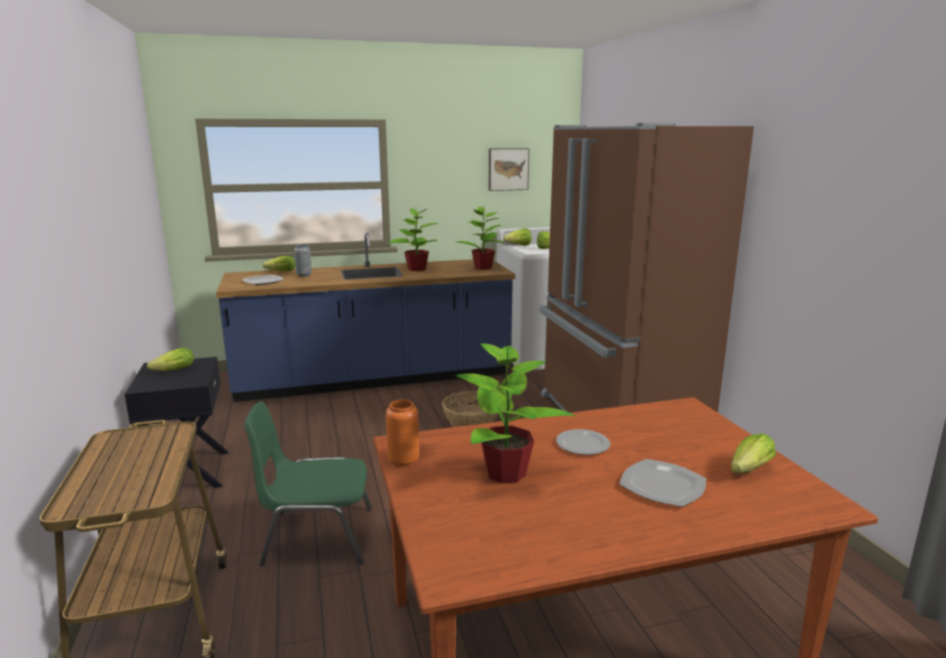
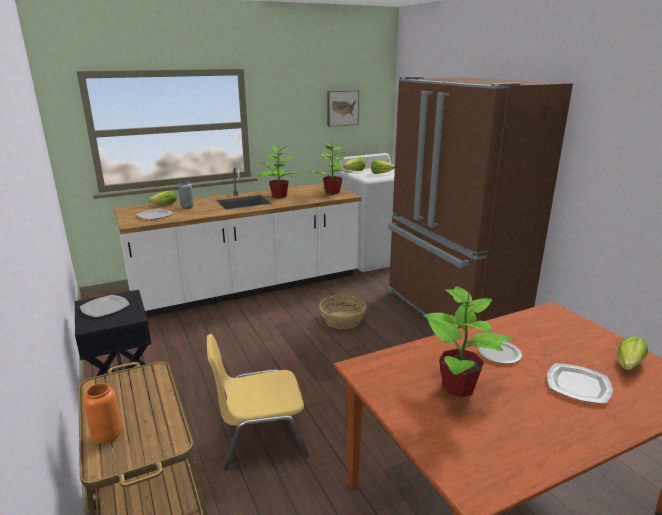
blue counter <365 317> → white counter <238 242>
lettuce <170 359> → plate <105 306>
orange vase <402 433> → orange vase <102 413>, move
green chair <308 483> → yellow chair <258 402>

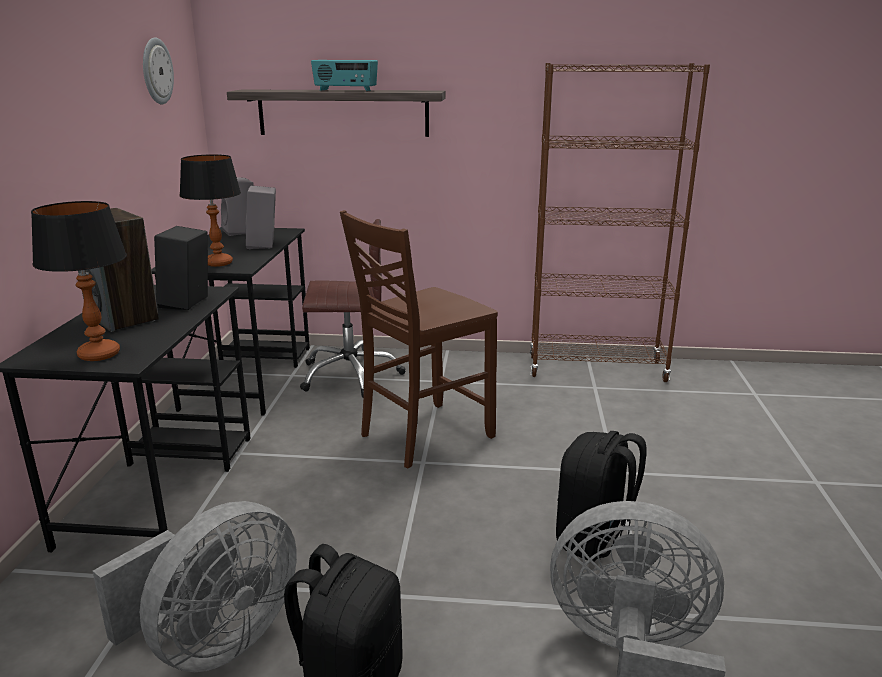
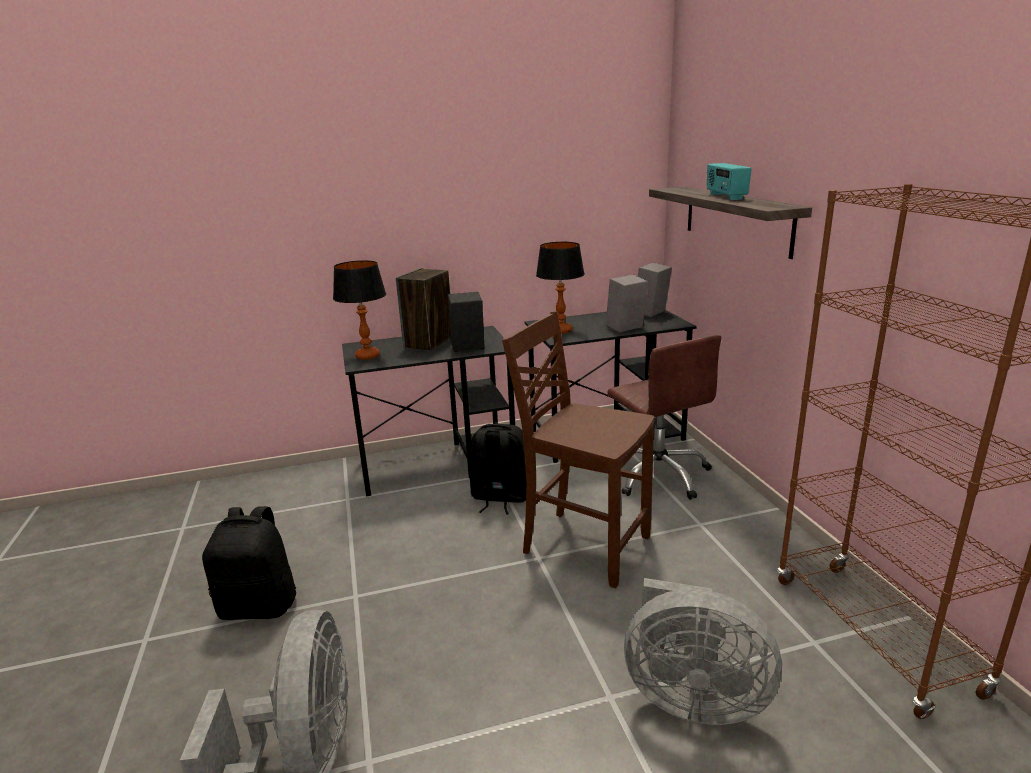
wall clock <158 70> → -
black backpack <601 496> → black backpack <498 469>, move
grey fan <194 586> → grey fan <703 651>, move

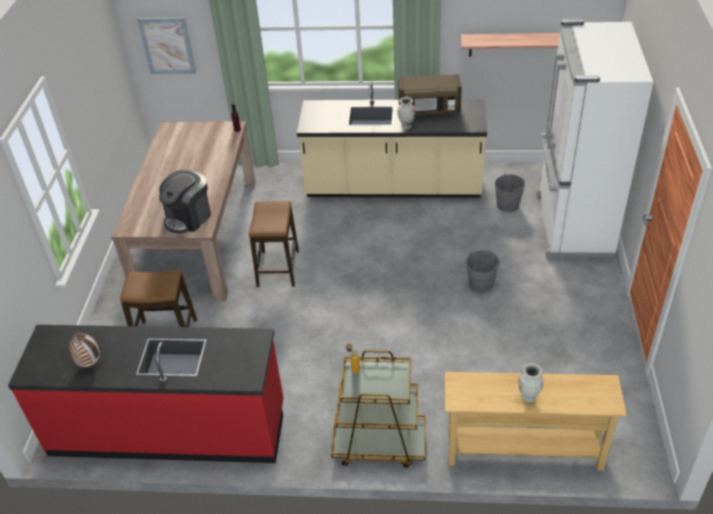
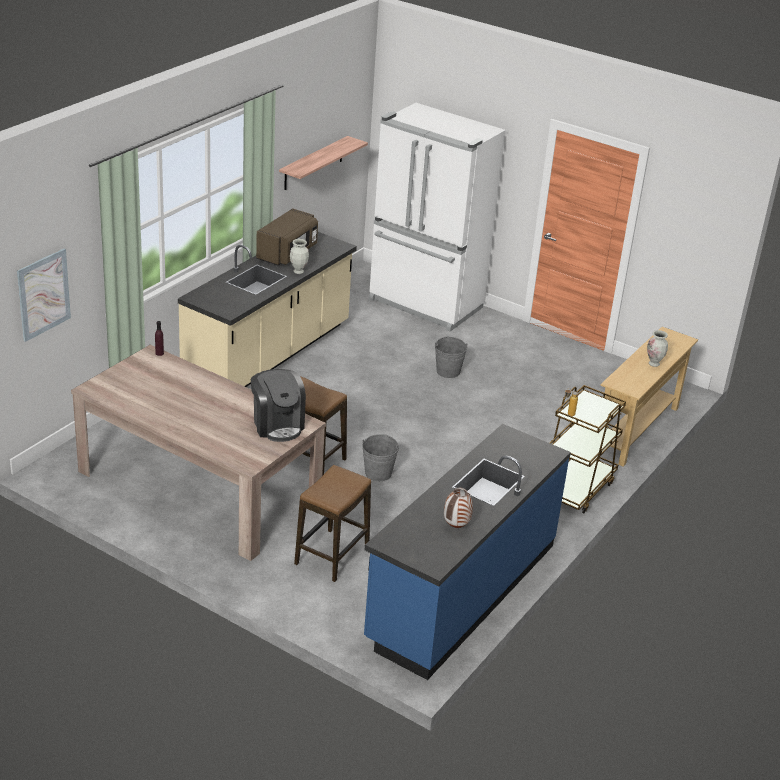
grey bucket <510 193> → grey bucket <380 457>, move
red counter <146 394> → blue counter <467 552>

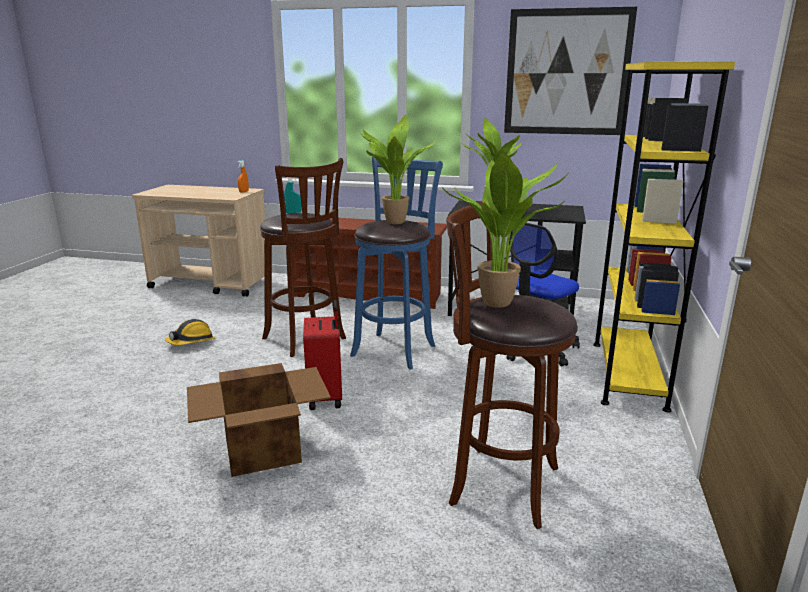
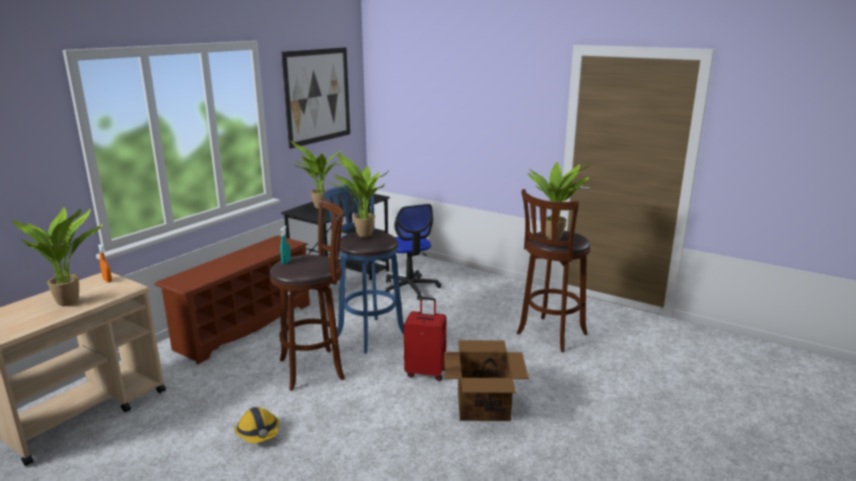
yellow bookcase <664 237> → -
- → potted plant <57 256>

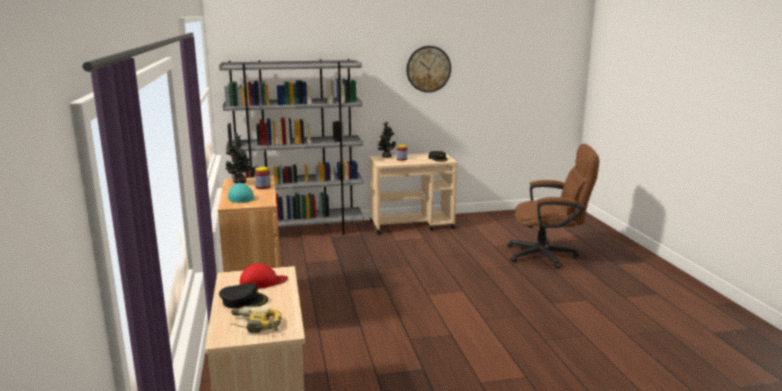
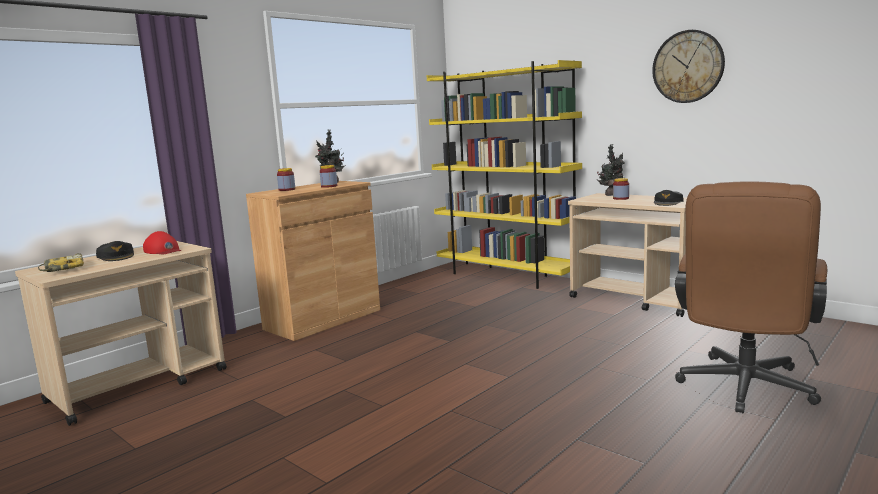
grey bookcase <291 147> → yellow bookcase <504 174>
brown office chair <553 206> → brown office chair <751 297>, 60 degrees clockwise
turquoise cap <241 193> → jar <286 179>

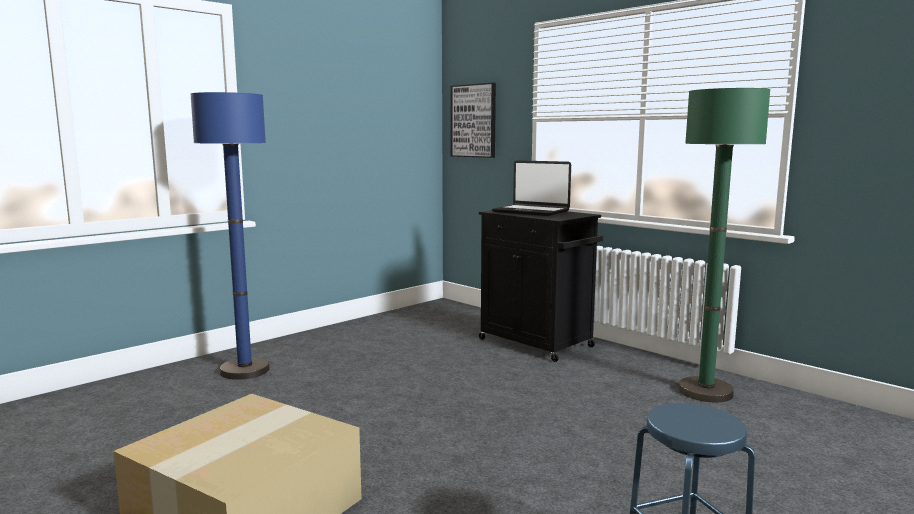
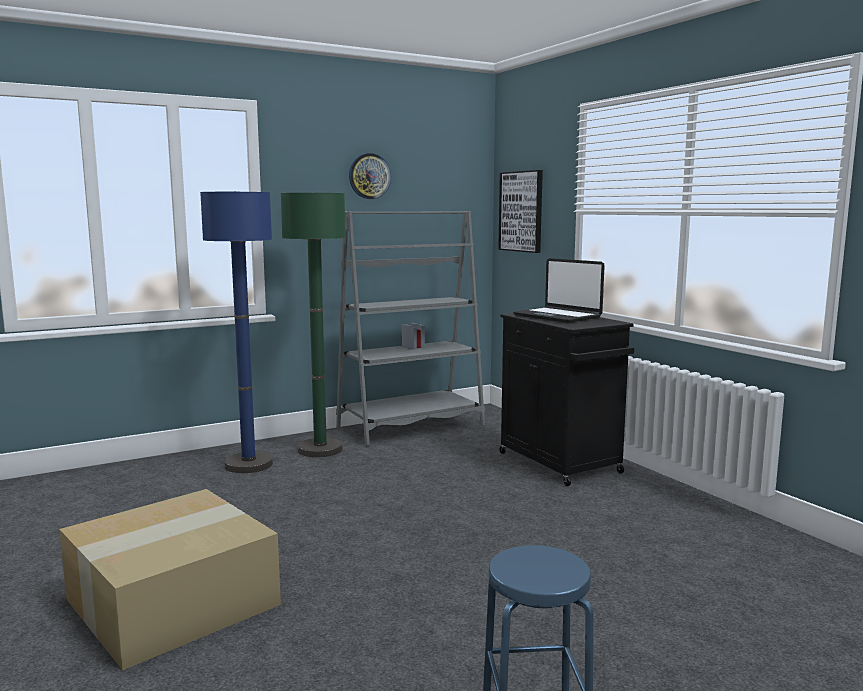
green floor lamp <724 245> → green floor lamp <313 324>, move
- → wall clock <370 176>
- → grey bookcase <410 328>

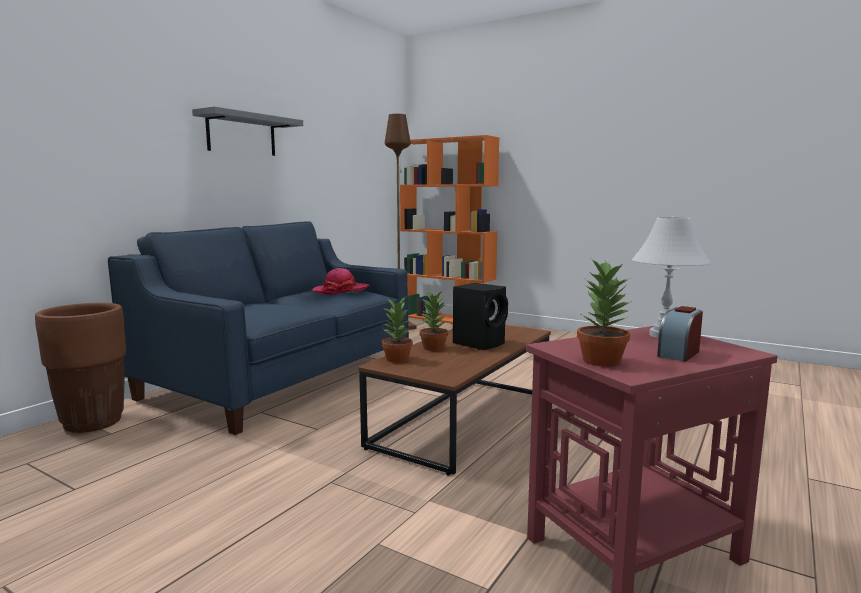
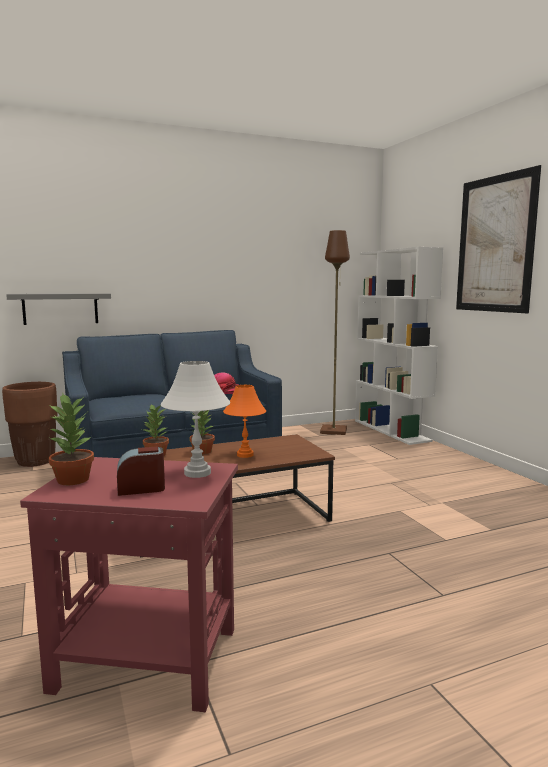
grey shelf <247 131> → grey shelf <58 309>, move
orange bookcase <449 229> → white bookcase <399 346>
black speaker <480 316> → orange table lamp <244 421>
- → picture <498 239>

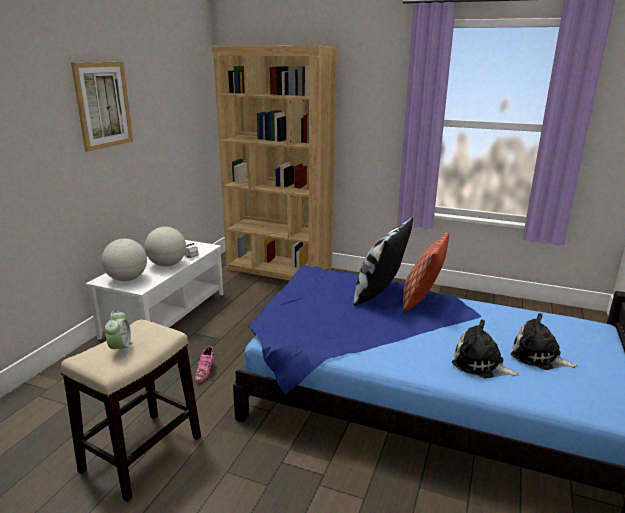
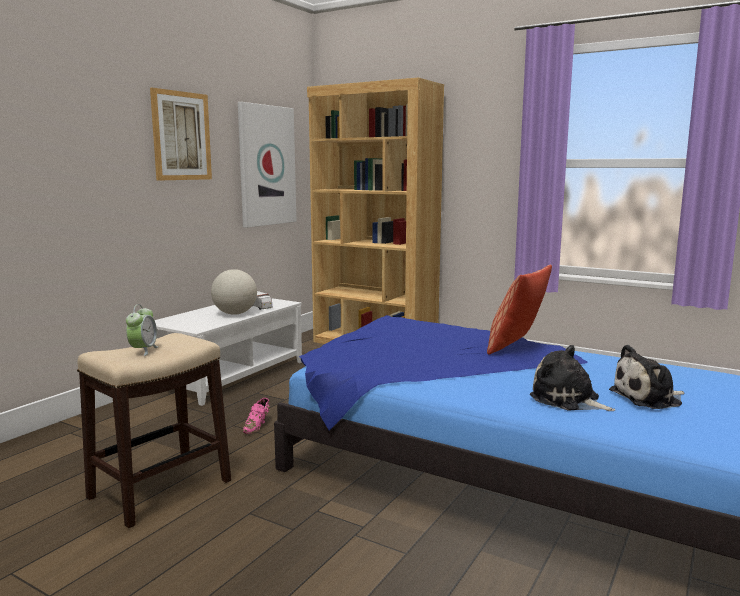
pillow <383 261> → -
globe <124 260> → -
plush toy <545 341> → plush toy <647 377>, 60 degrees counterclockwise
- → picture <267 165>

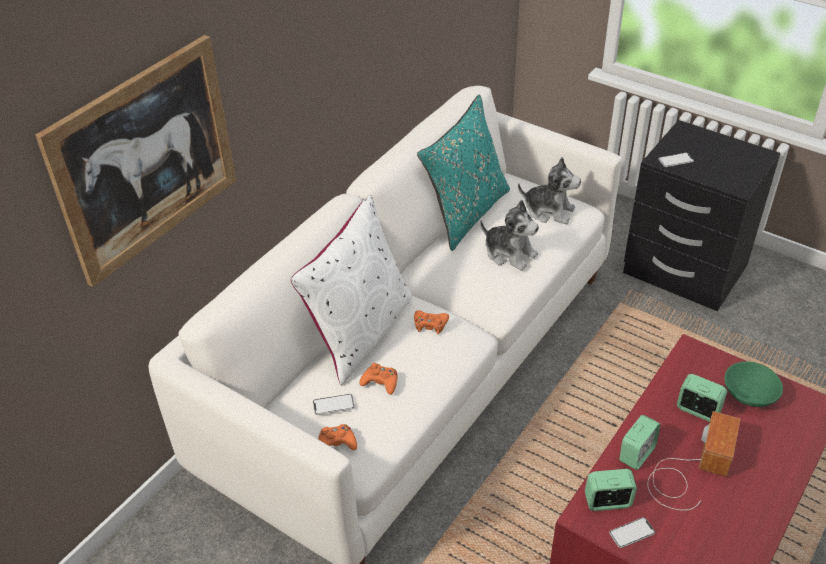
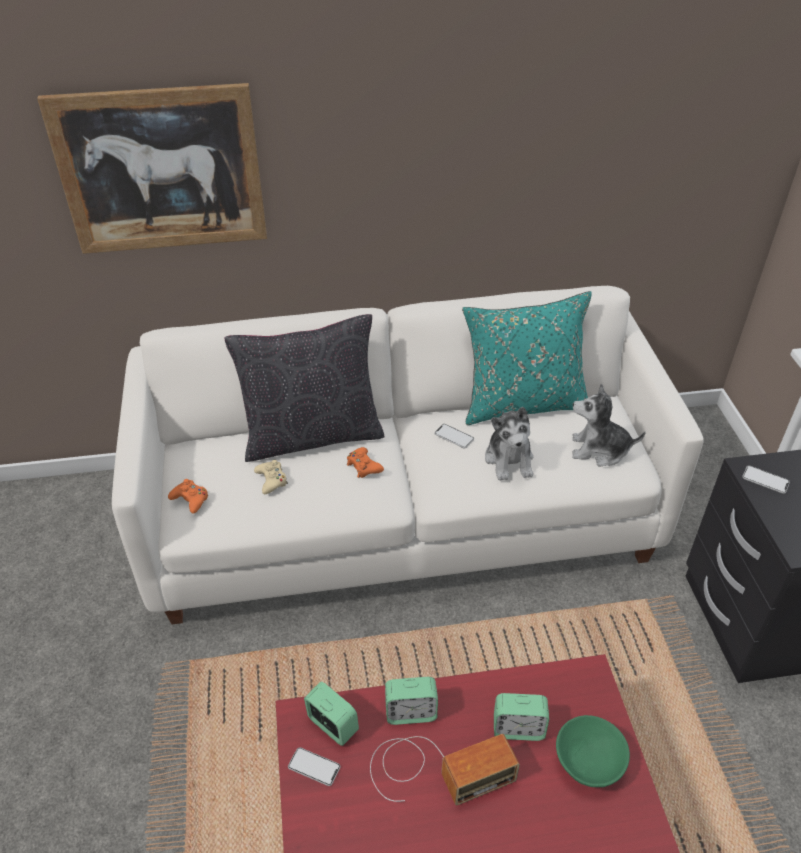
plush toy <549 190> → plush toy <609 425>, 120 degrees clockwise
white pillow <351 290> → black pillow <304 388>
orange game controller <378 379> → beige game controller <271 477>
alarm clock <702 398> → alarm clock <521 717>, 105 degrees clockwise
phone <334 404> → phone <454 436>, move

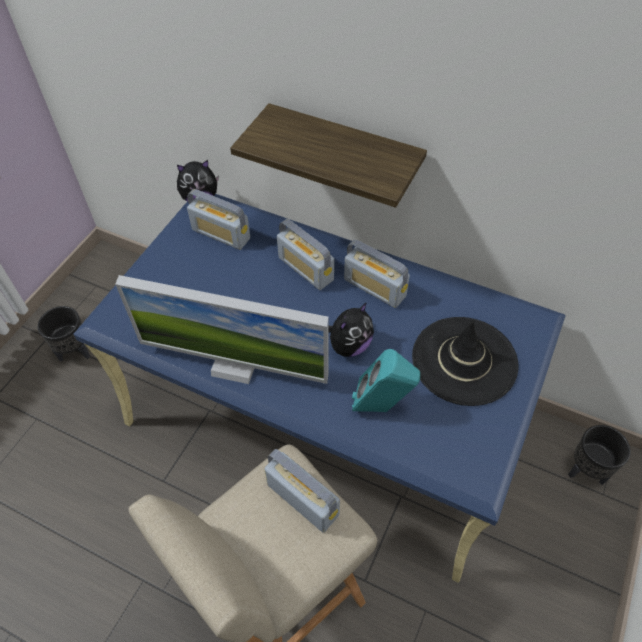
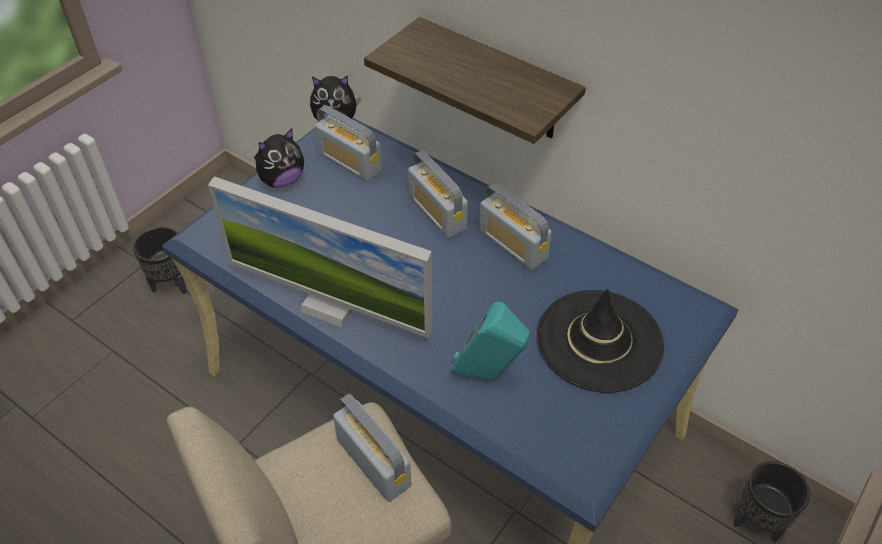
plush toy <351 329> → plush toy <279 158>, move

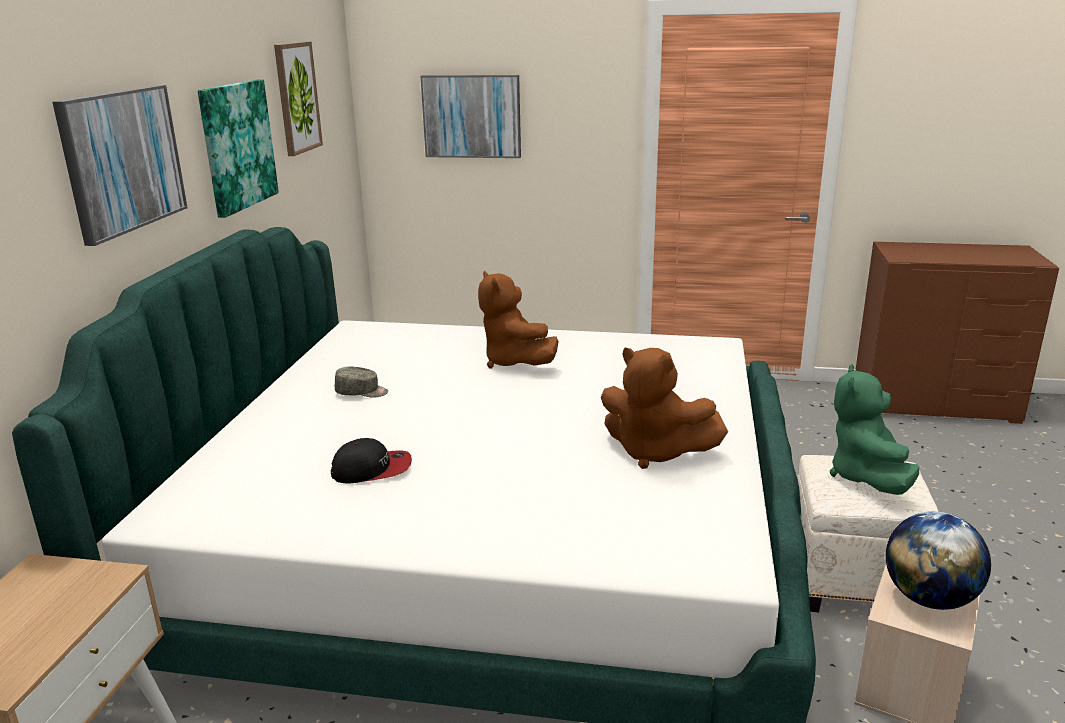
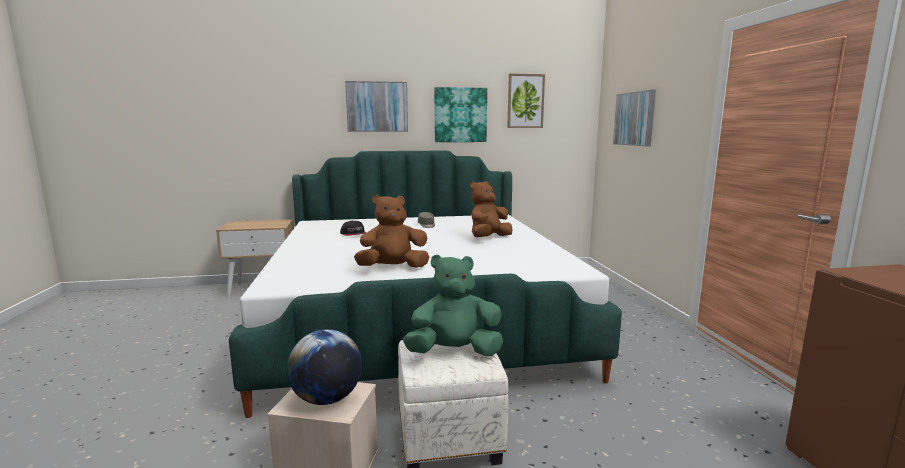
brown plush toy <664 408> → brown plush toy <392 231>, 60 degrees clockwise

